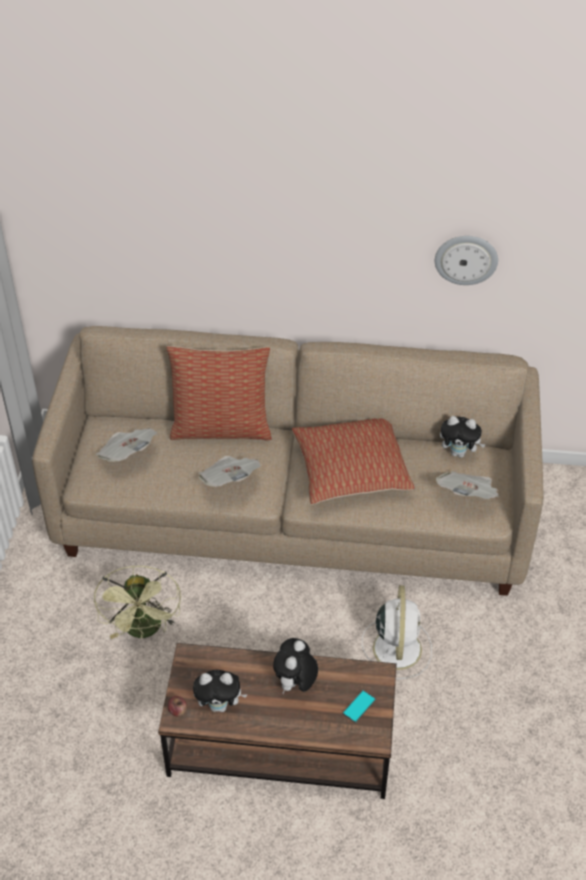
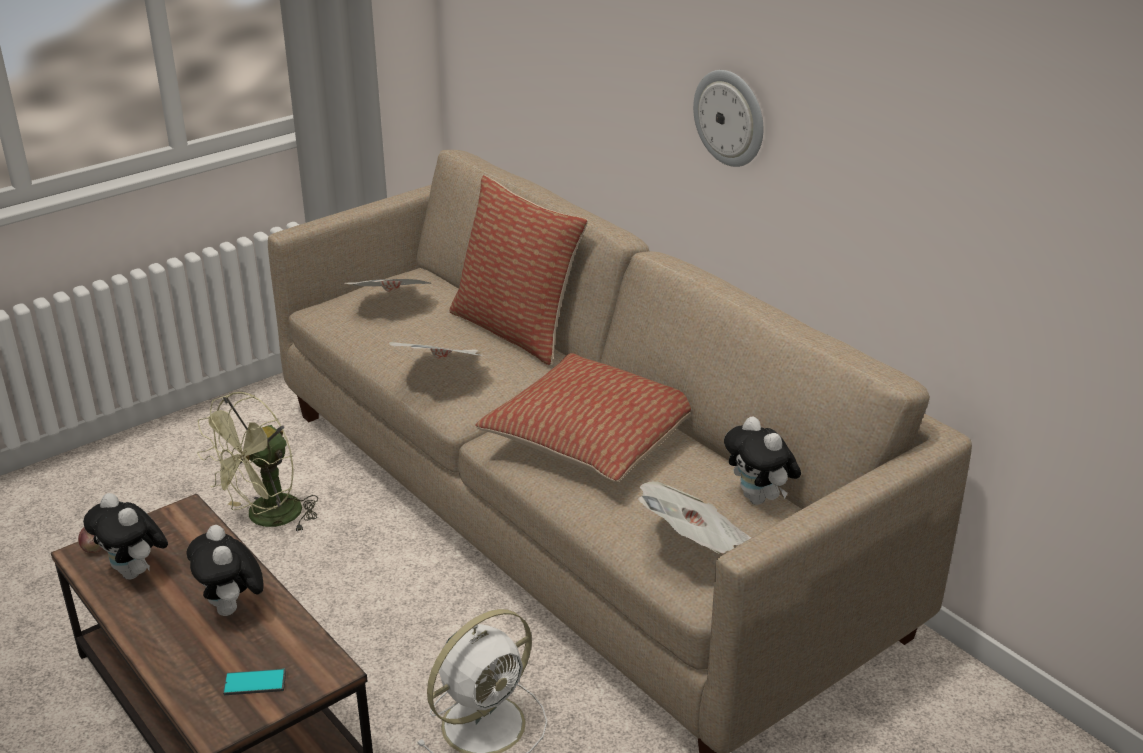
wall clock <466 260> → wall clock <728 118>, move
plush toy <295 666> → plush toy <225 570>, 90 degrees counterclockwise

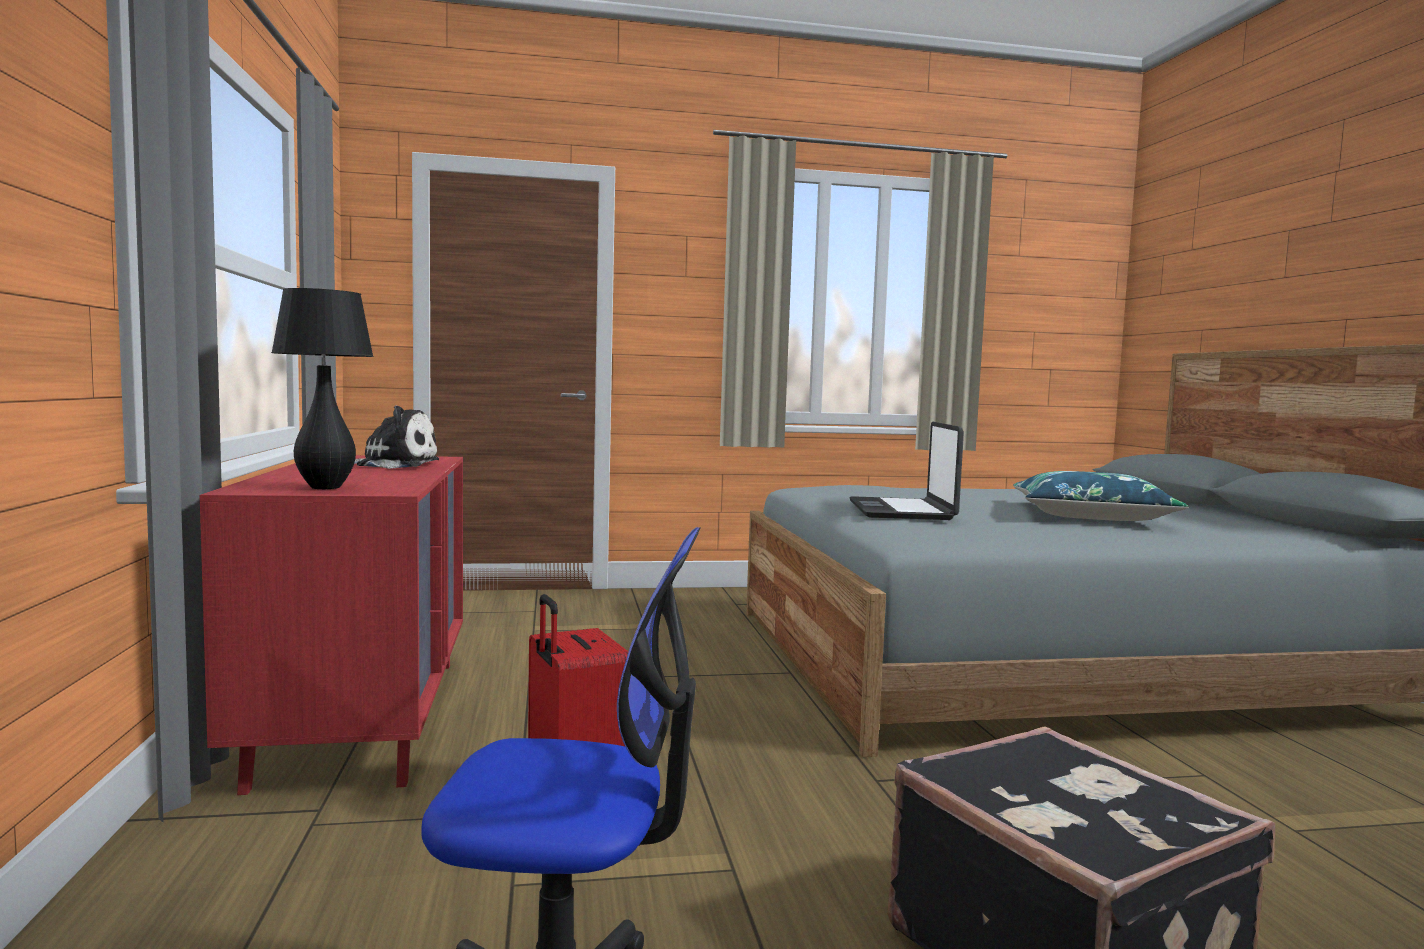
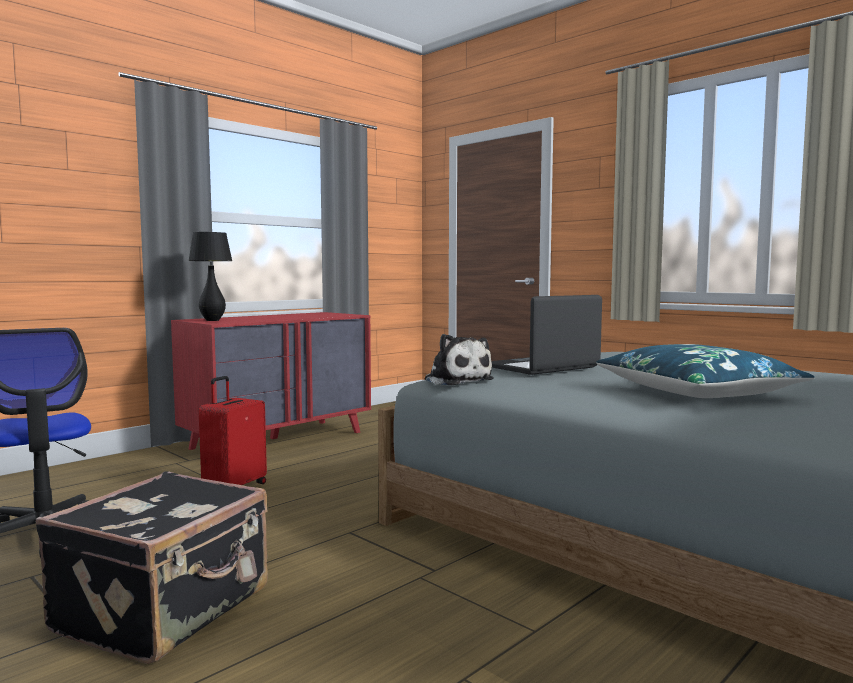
plush toy <396 437> → plush toy <459 359>, move

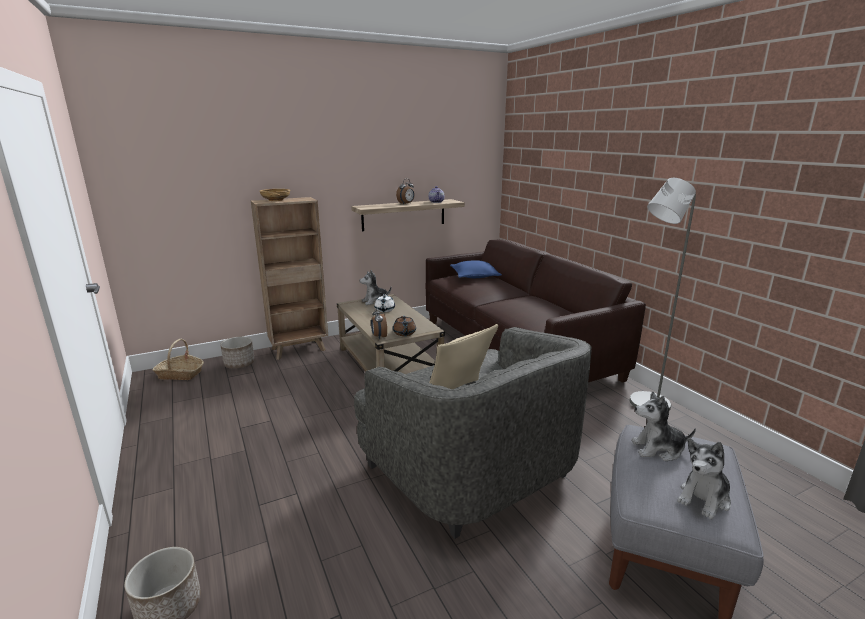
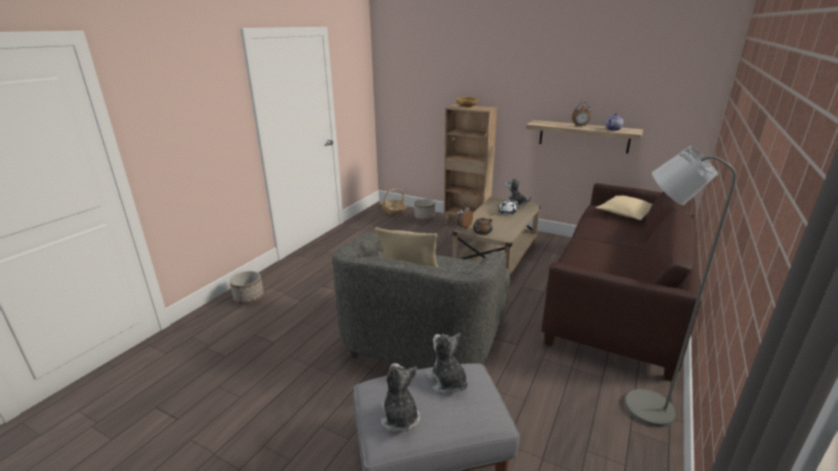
blue pillow <476 269> → beige pillow <624 207>
plush toy <704 478> → plush toy <400 397>, 60 degrees clockwise

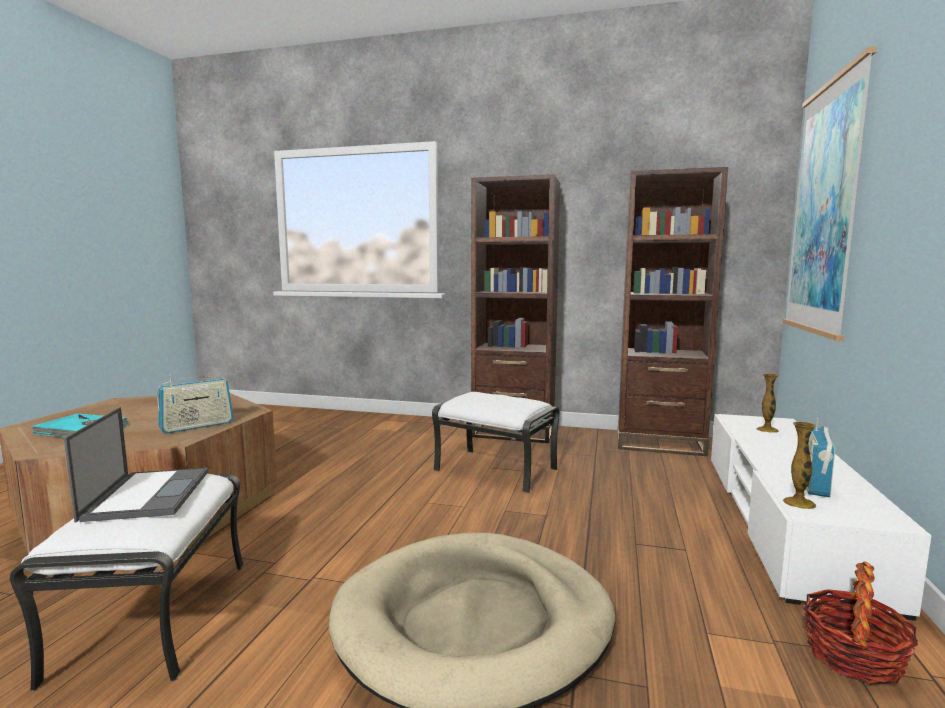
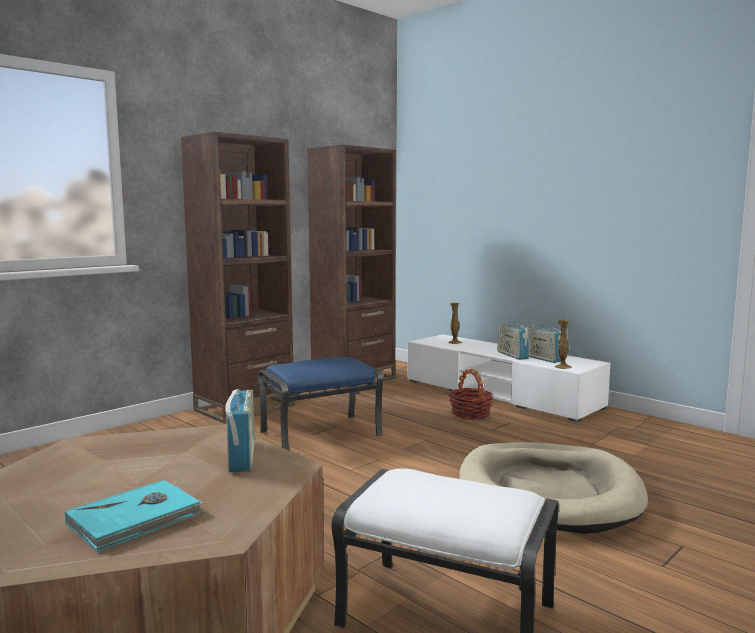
picture <829 193> → -
white ottoman <495 442> → blue ottoman <320 403>
laptop <136 464> → -
basket <861 623> → basket <471 394>, move
- → radio <513 339>

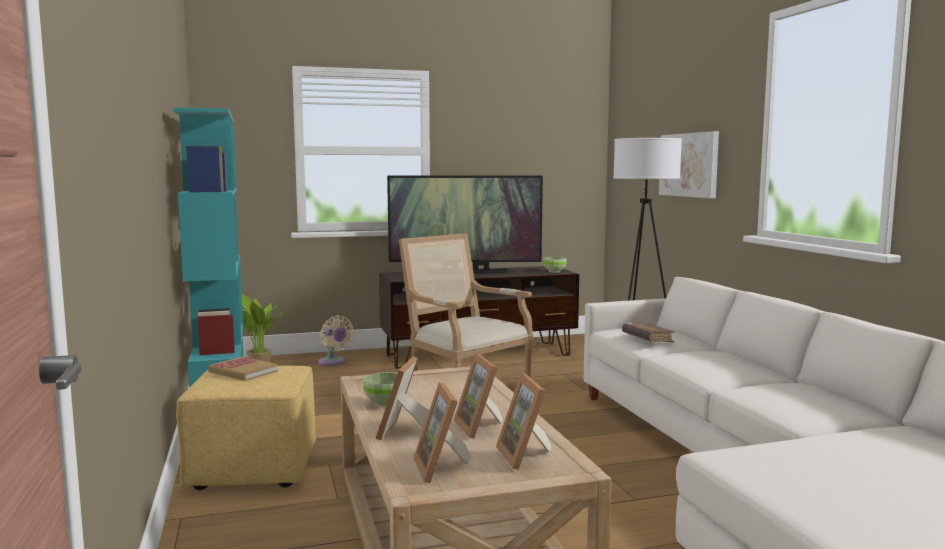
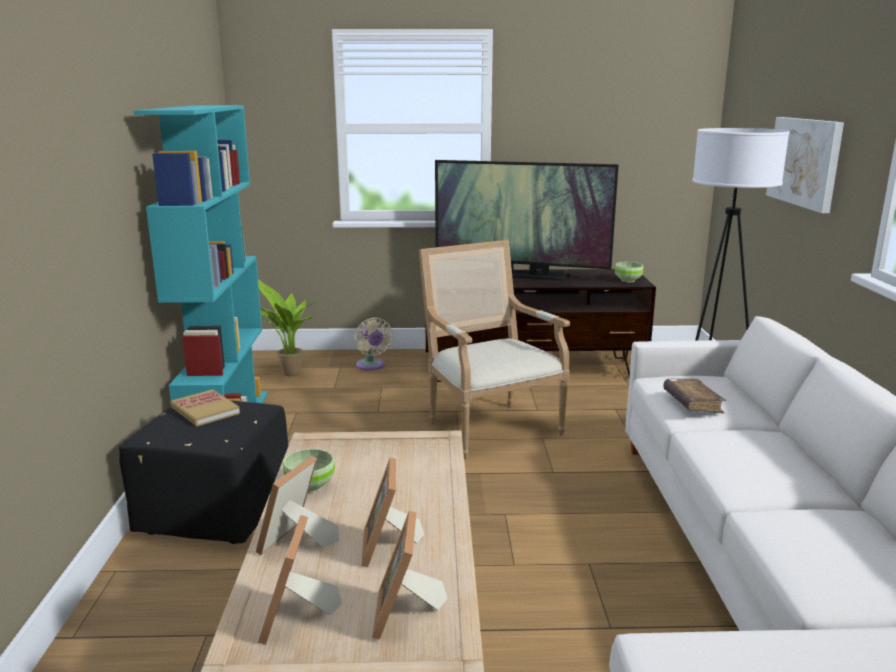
yellow ottoman <246 428> → black ottoman <203 472>

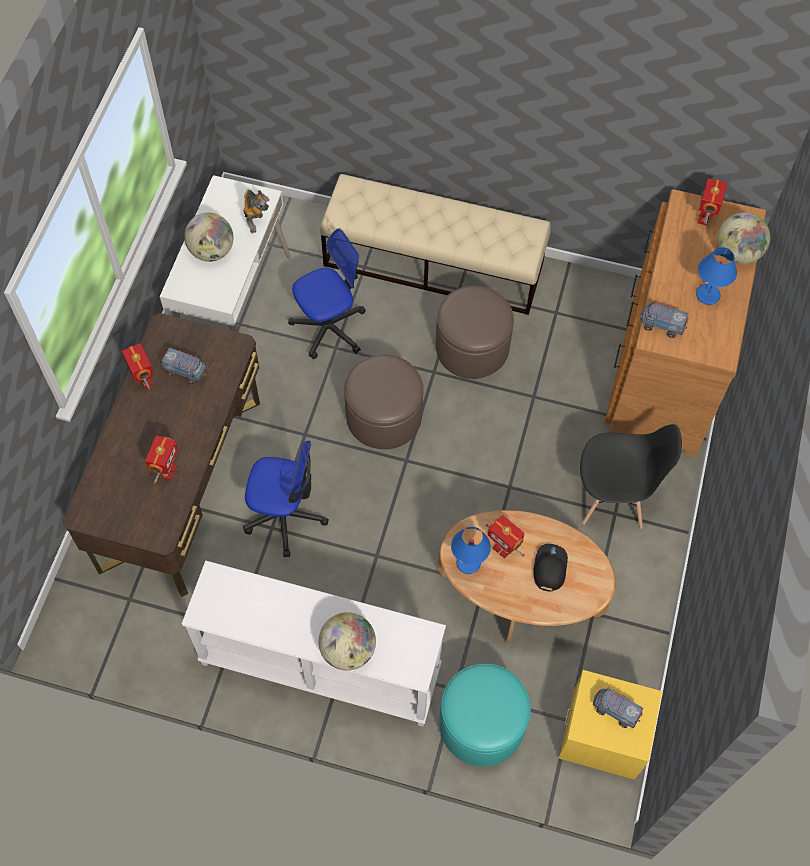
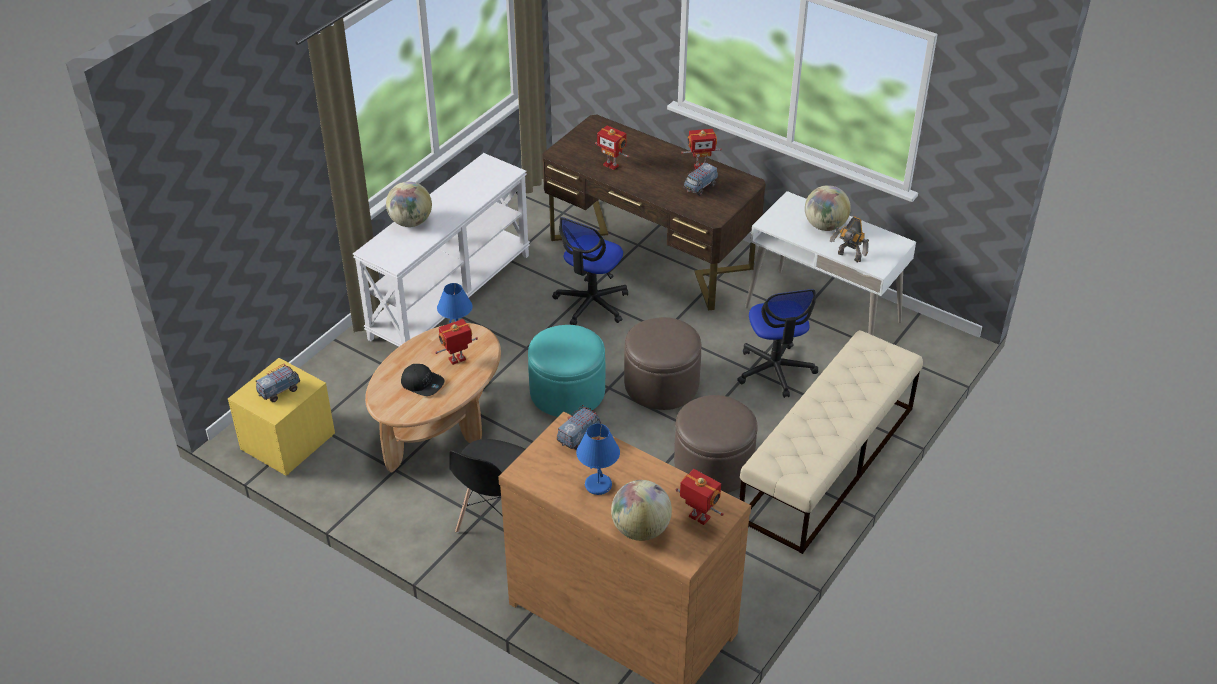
turquoise ottoman <485 715> → turquoise ottoman <566 371>, move

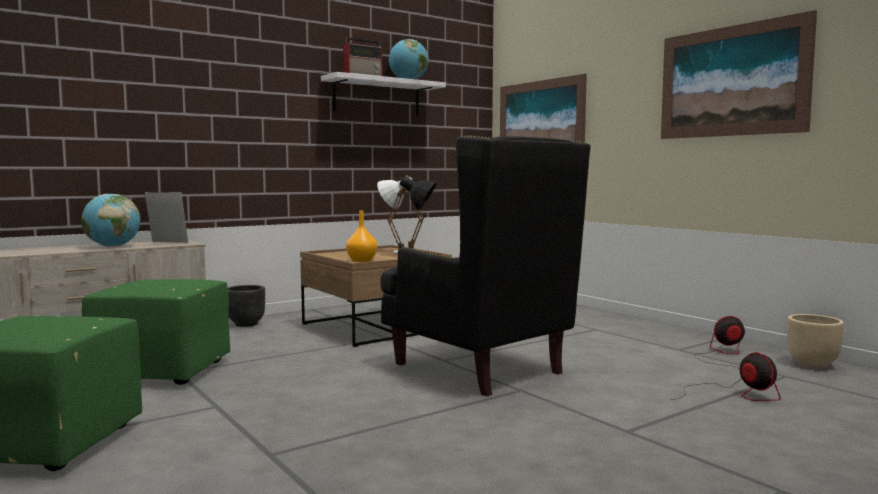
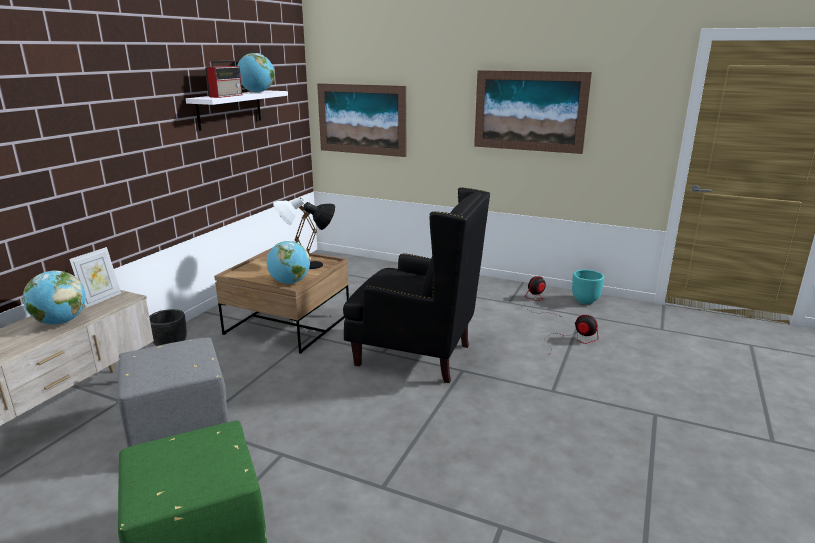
picture frame <166 217> → picture frame <95 277>, 135 degrees clockwise
orange vase <361 236> → globe <288 262>
green ottoman <156 332> → grey ottoman <173 392>
beige planter <815 341> → turquoise planter <588 287>

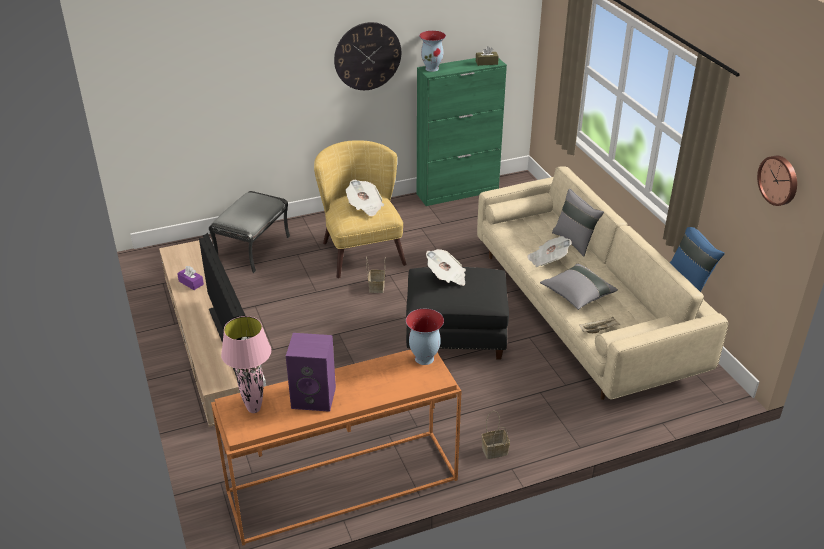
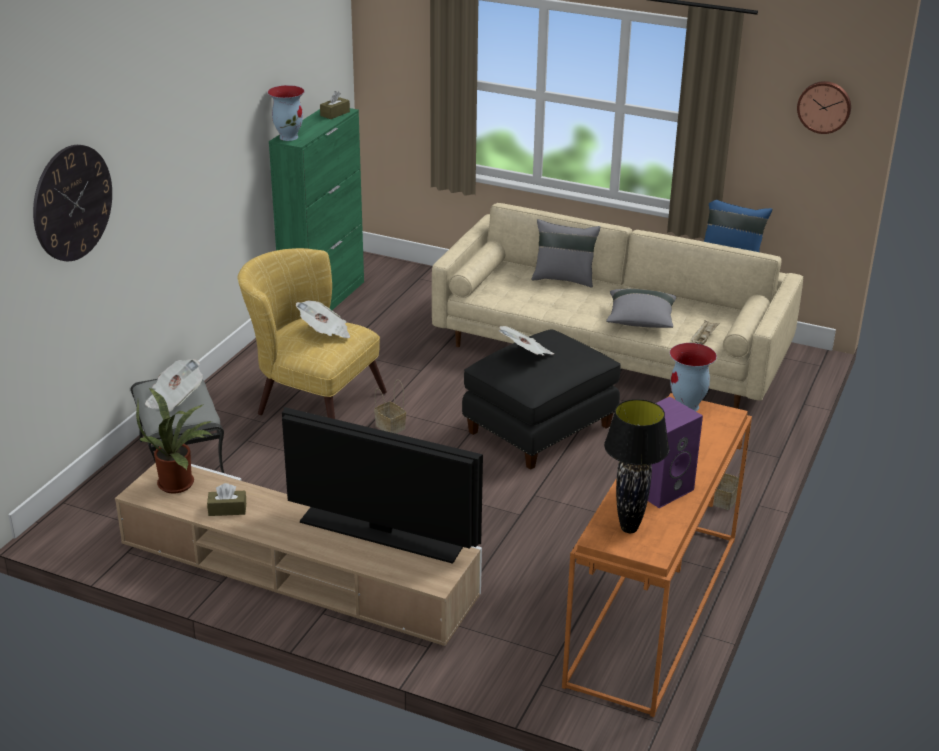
wall clock <367 56> → wall clock <72 203>, move
newspaper <549 251> → newspaper <174 385>, move
purple tissue box <190 278> → brown tissue box <226 499>
pink table lamp <246 364> → black table lamp <636 466>
- → potted plant <174 441>

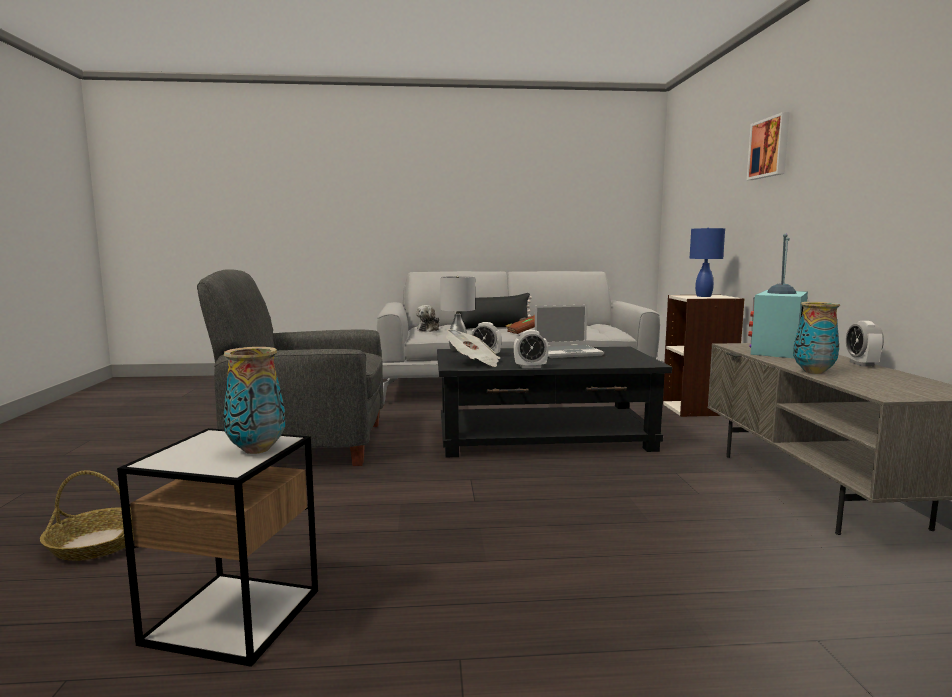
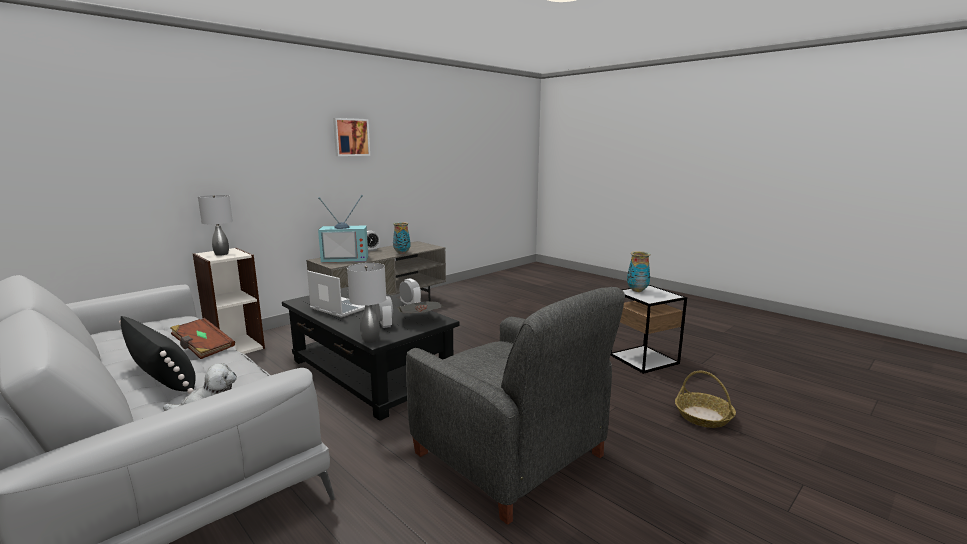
picture <768 146> → picture <351 137>, move
blue table lamp <707 262> → grey table lamp <215 225>

